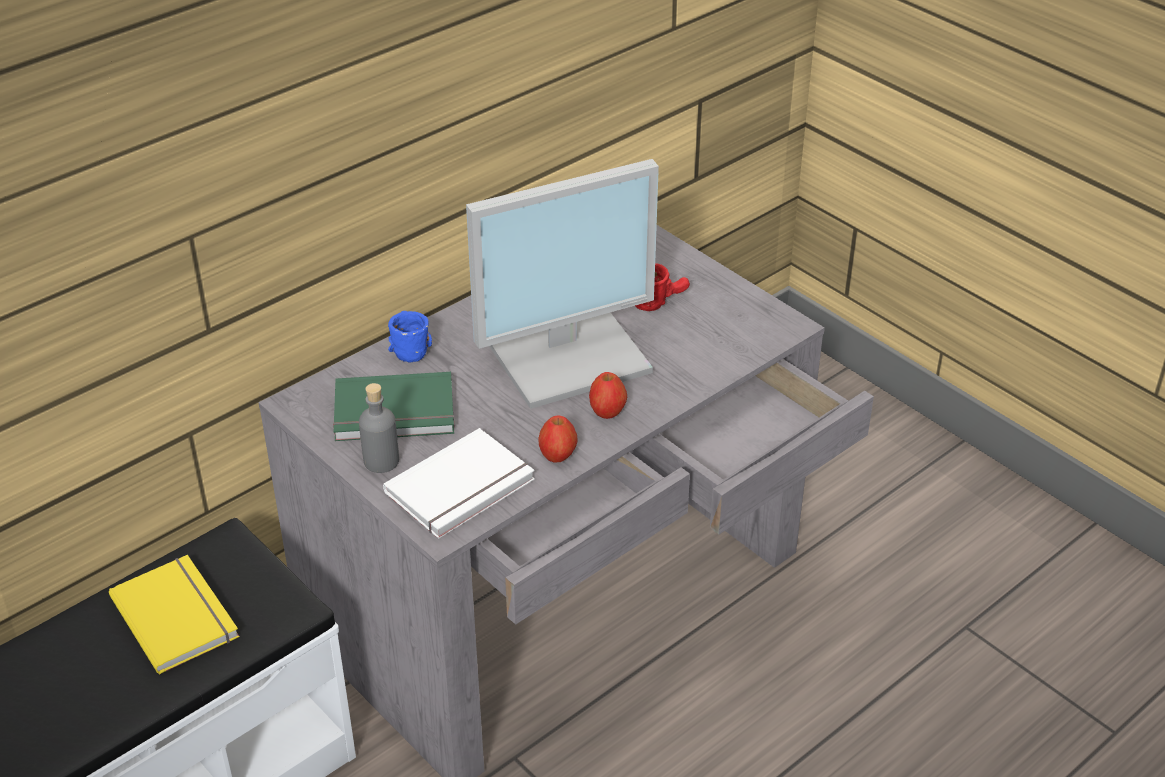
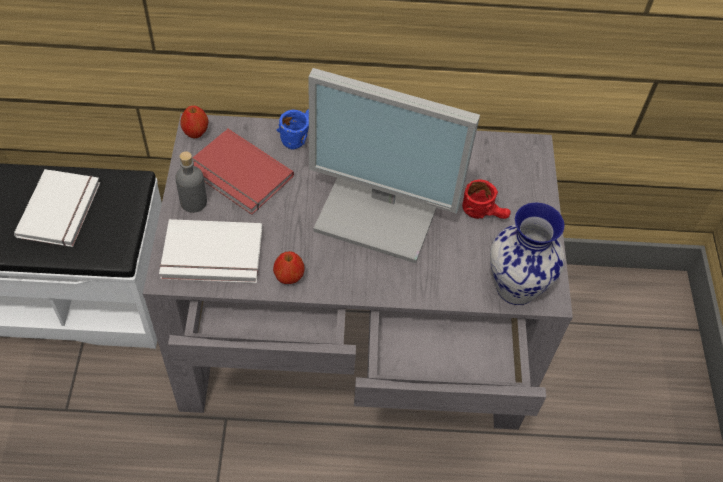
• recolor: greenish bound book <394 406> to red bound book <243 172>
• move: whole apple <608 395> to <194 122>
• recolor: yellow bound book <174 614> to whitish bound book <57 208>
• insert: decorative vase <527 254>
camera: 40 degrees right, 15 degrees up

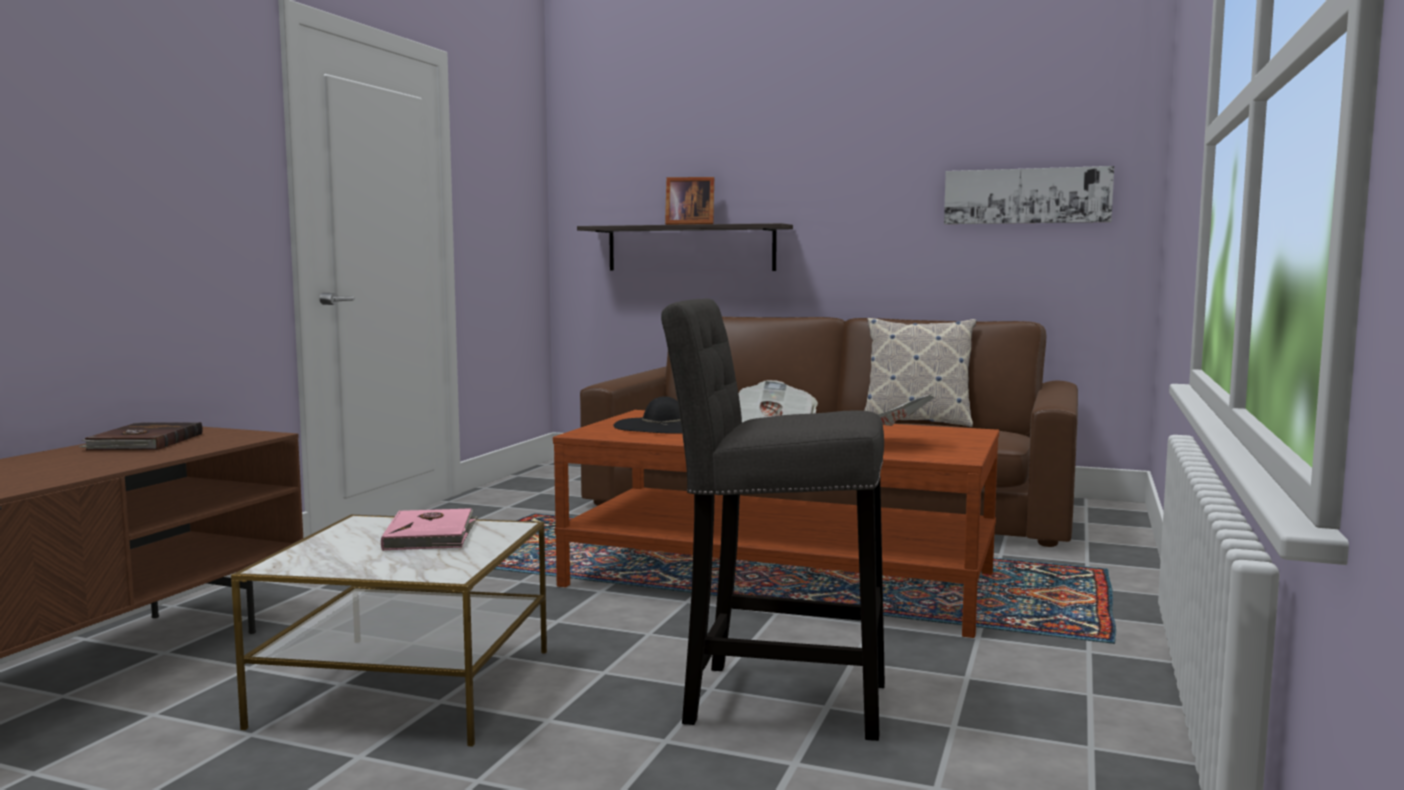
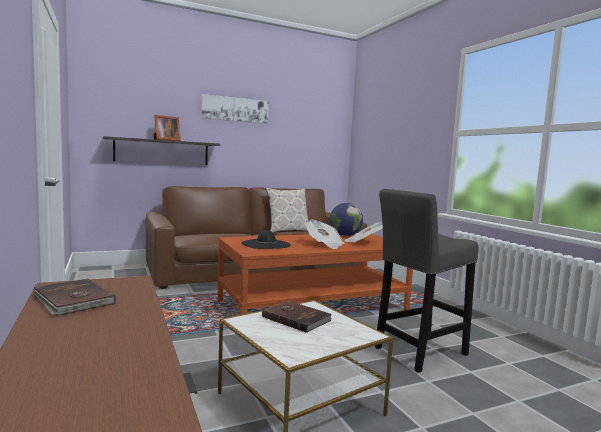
• move: wall art <1029 195> to <235 109>
• recolor: pinkish bound book <429 529> to brown-coloured bound book <296 317>
• insert: world globe <346 219>
camera: 45 degrees left, 0 degrees up

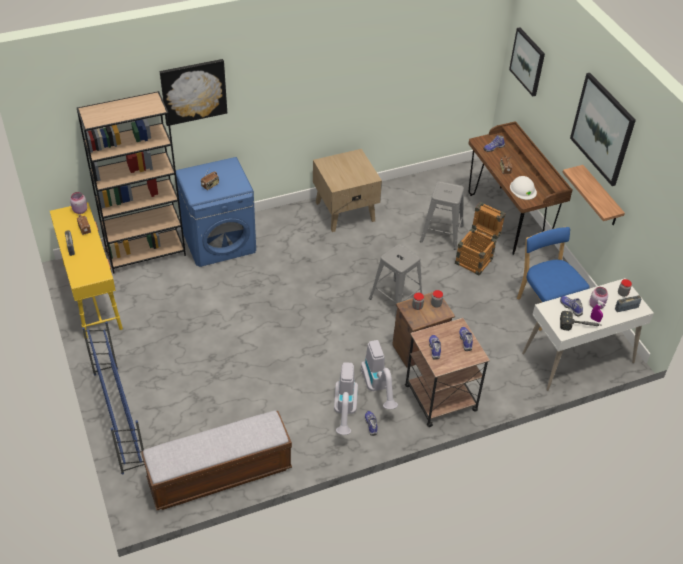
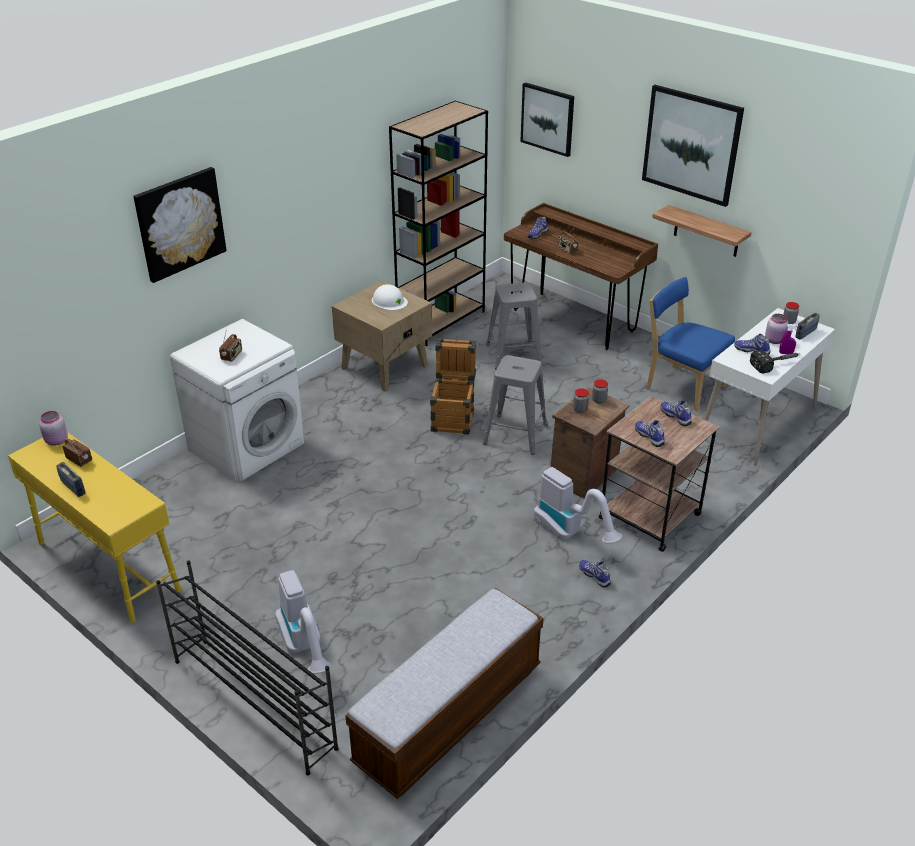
• move: beige-coloured bookcase <131 182> to <438 224>
• recolor: blue-coloured washing machine <216 212> to whitish washing machine <237 400>
• move: whitish safety helmet <523 188> to <390 297>
• move: crate <480 239> to <453 386>
• recolor: blue-coloured shoe shelf <113 398> to black shoe shelf <247 667>
• move: hoover <346 398> to <303 622>
camera: 25 degrees left, 10 degrees down

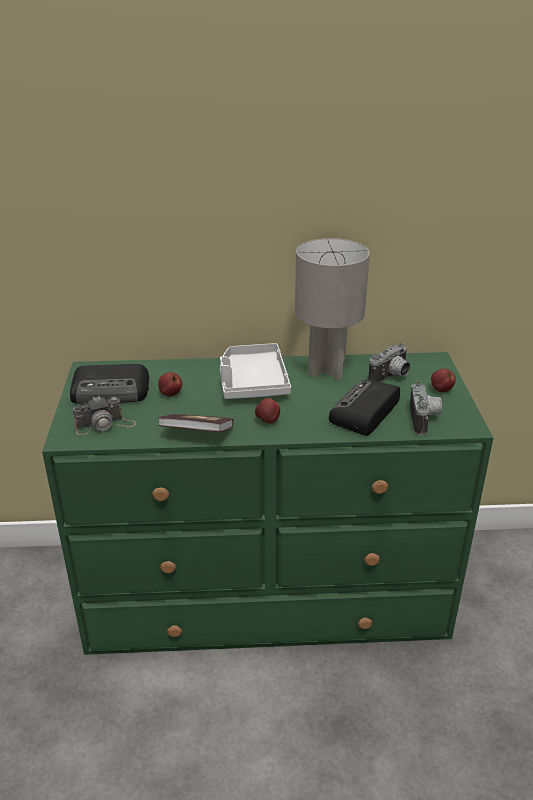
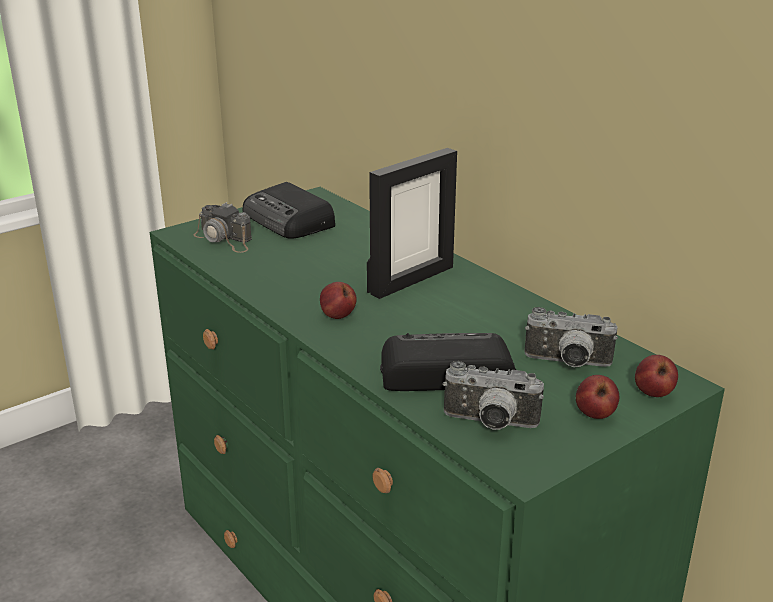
• delete: grey tabletop lamp <332 309>
• replace: grey carrying tray <255 371> to standing frame <412 223>
• move: whole apple <170 384> to <656 376>
• rotate: still camera <426 408> = <493 395> 45 degrees clockwise
• delete: bound book <196 423>
camera: 55 degrees right, 5 degrees down

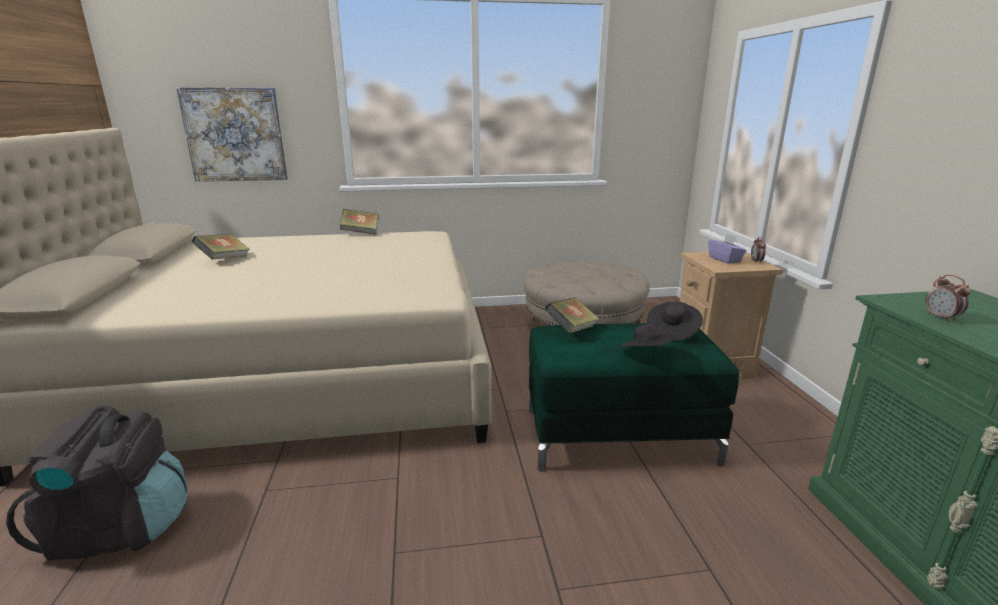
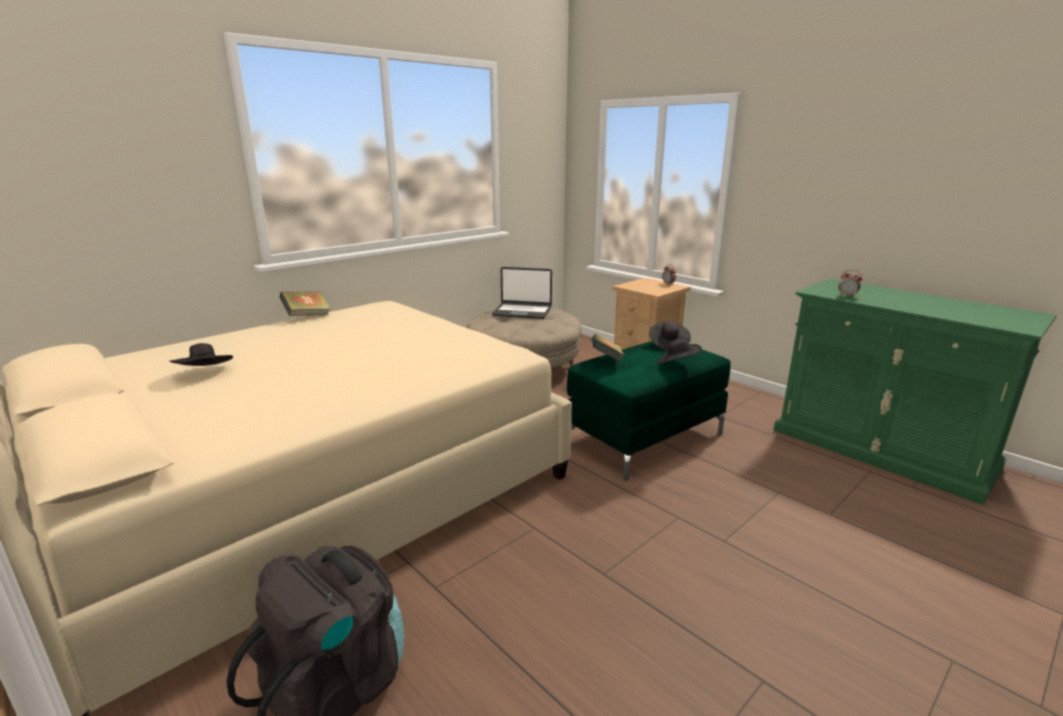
• delete: wall art <232 134>
• replace: bound book <221 246> to black clothing hat <201 354>
• delete: purplish tissue box <727 249>
• insert: portable computer <522 293>
camera: 35 degrees left, 0 degrees up

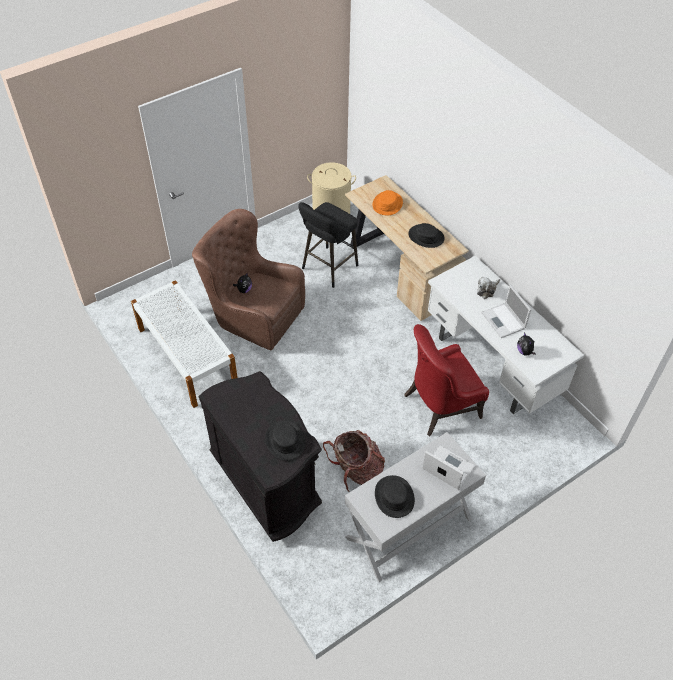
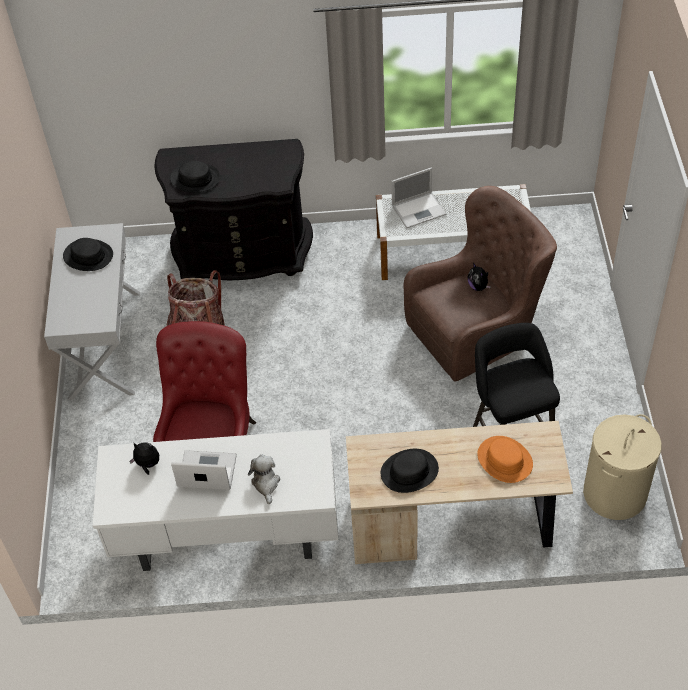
• move: portable computer <448 467> to <418 198>
camera: 125 degrees right, 0 degrees up

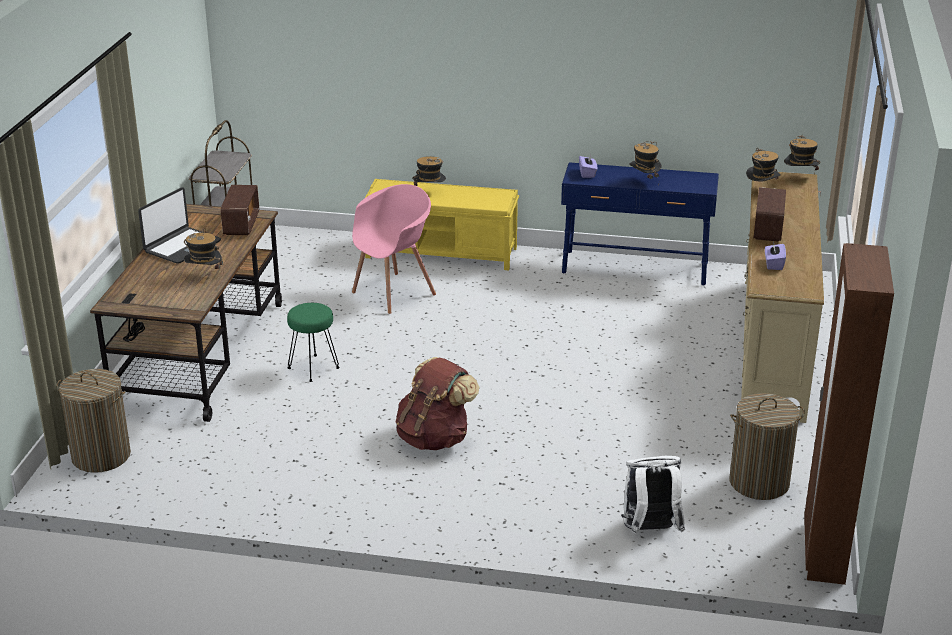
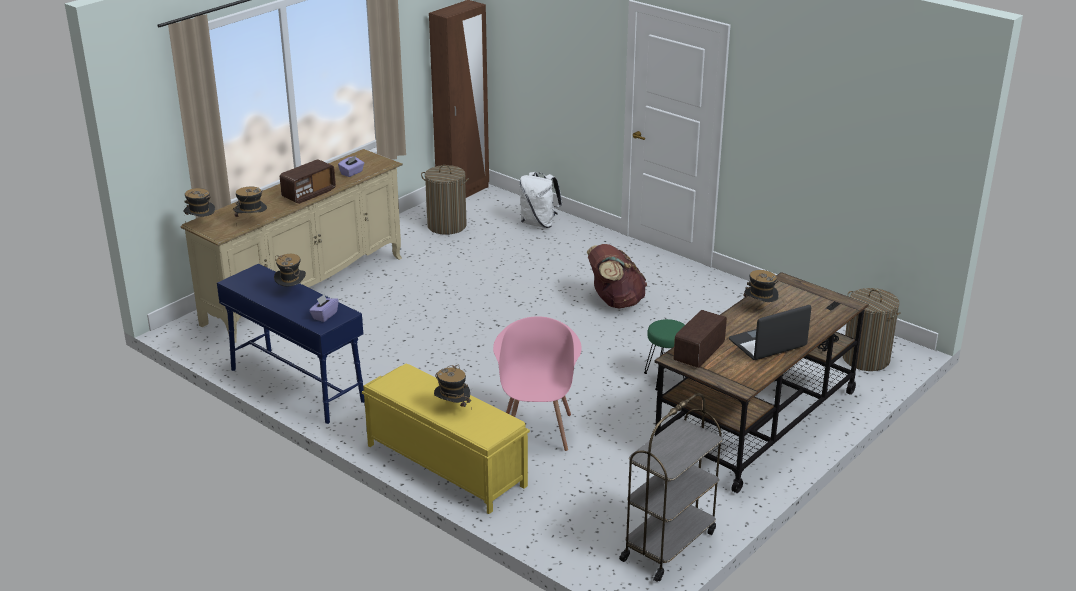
• rotate: pinkish chair <394 249> = <537 384> 105 degrees clockwise
camera: 150 degrees left, 0 degrees up

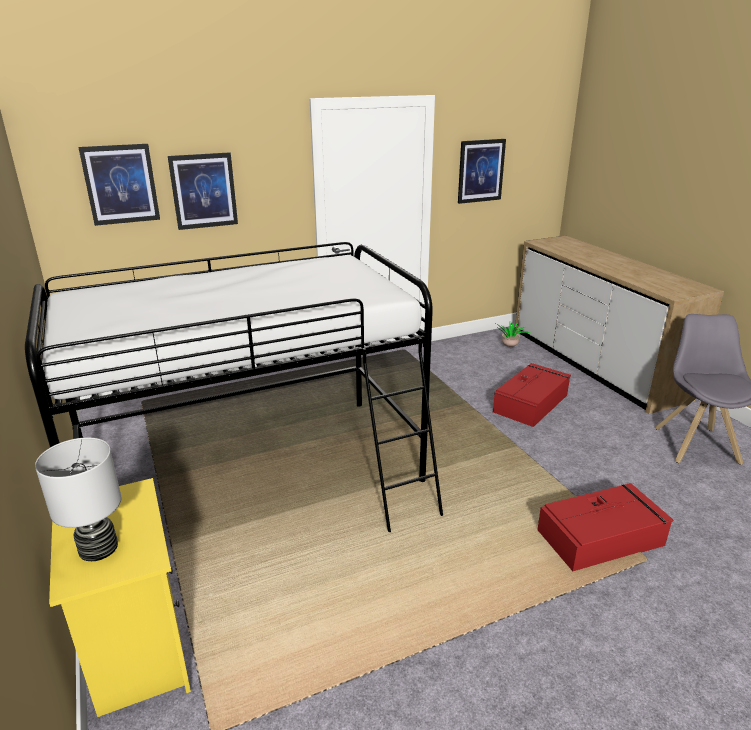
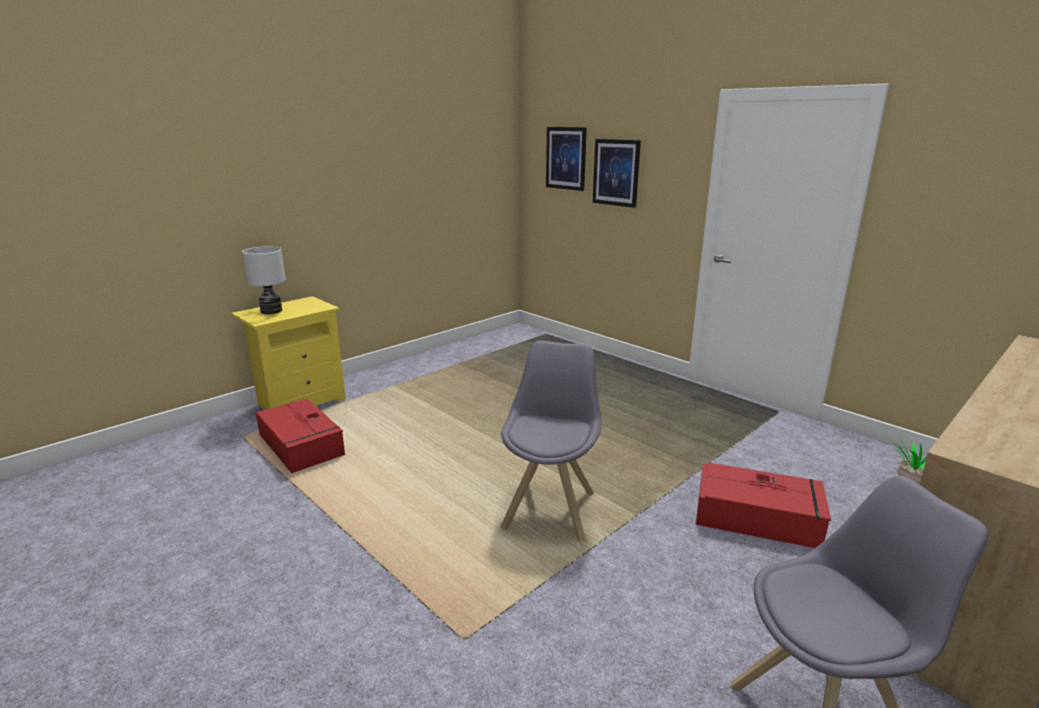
• delete: wall art <482 171>
• delete: black bed <234 387>
• move: red storage box <605 527> to <300 435>
• insert: grey chair <550 441>
camera: 70 degrees right, 5 degrees down

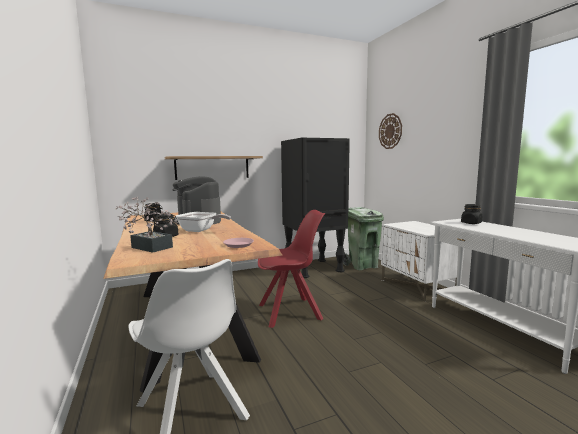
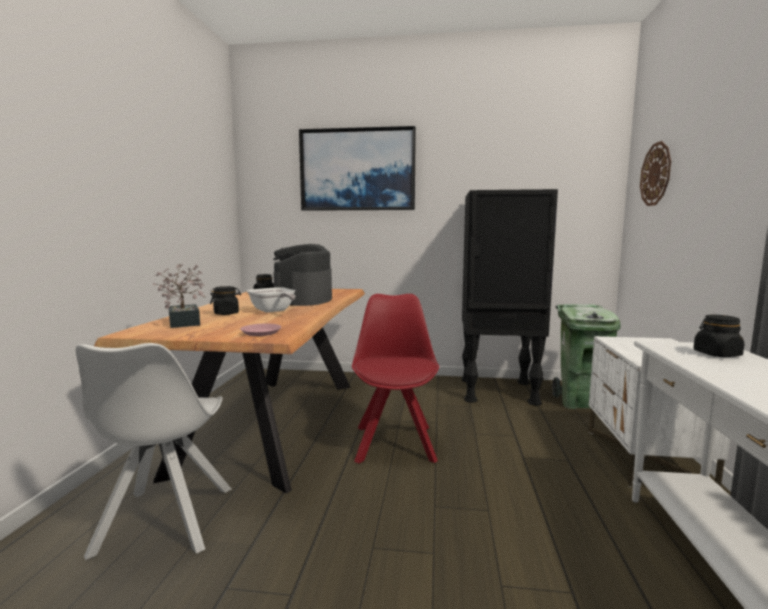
• delete: bracket shelf <214 168>
• rotate: red chair <291 269> = <395 379> 105 degrees counterclockwise
• insert: wall art <357 168>
camera: 30 degrees right, 0 degrees up

